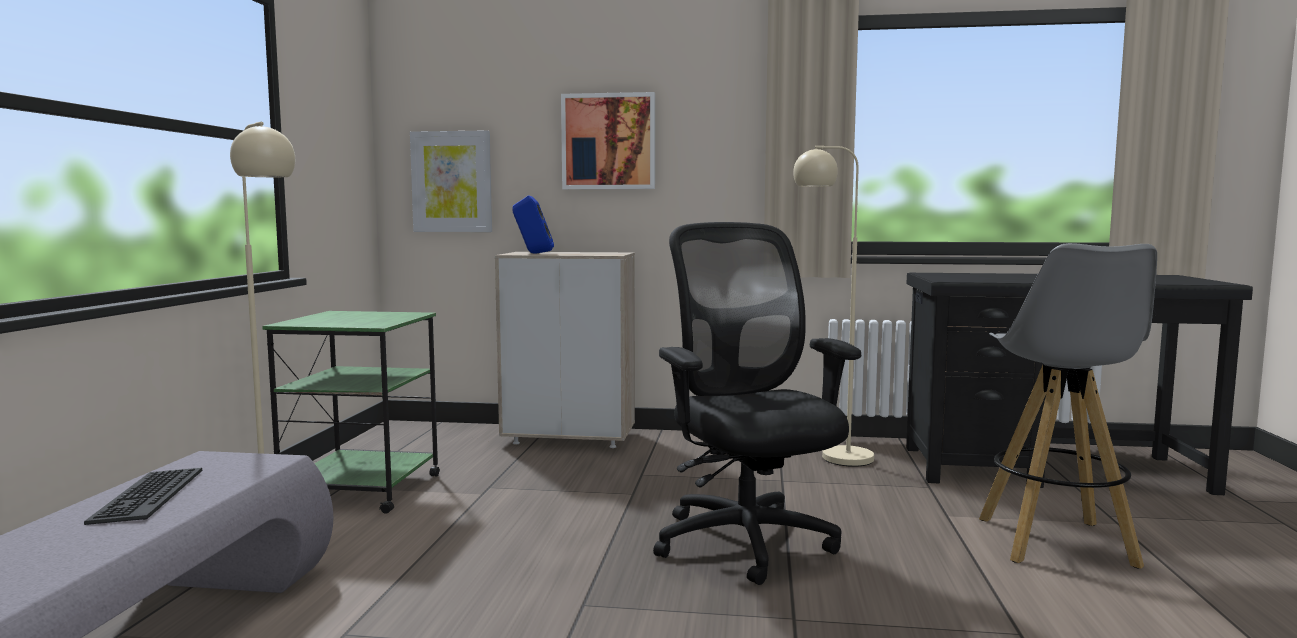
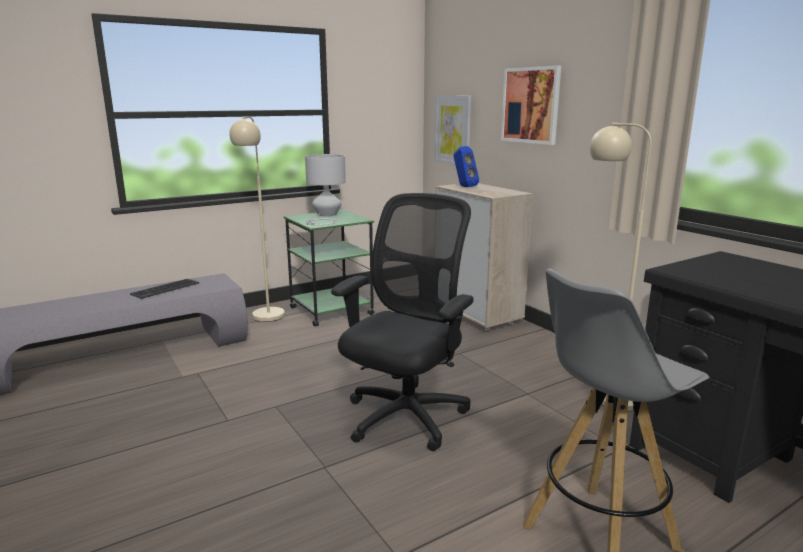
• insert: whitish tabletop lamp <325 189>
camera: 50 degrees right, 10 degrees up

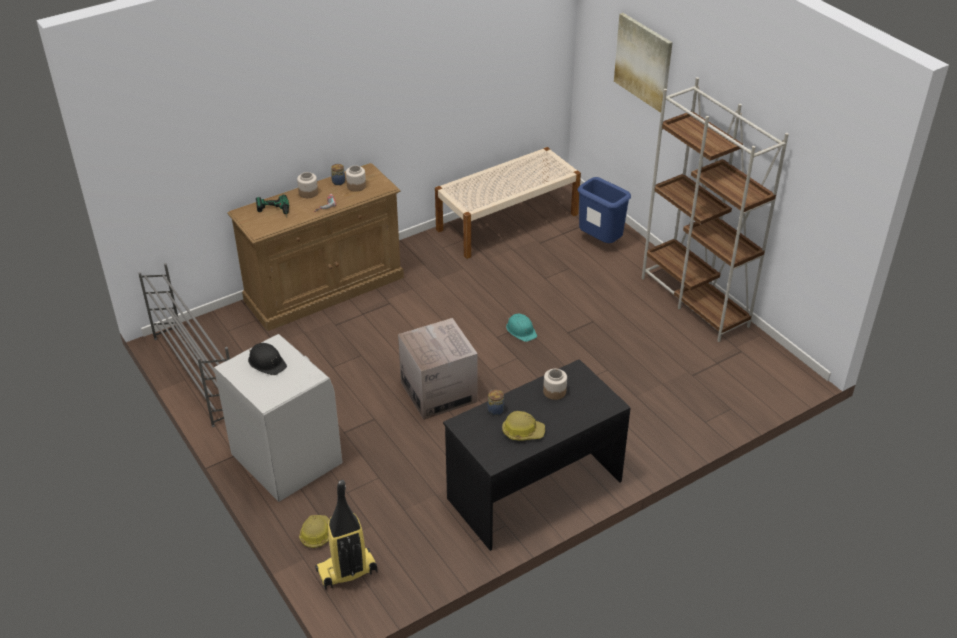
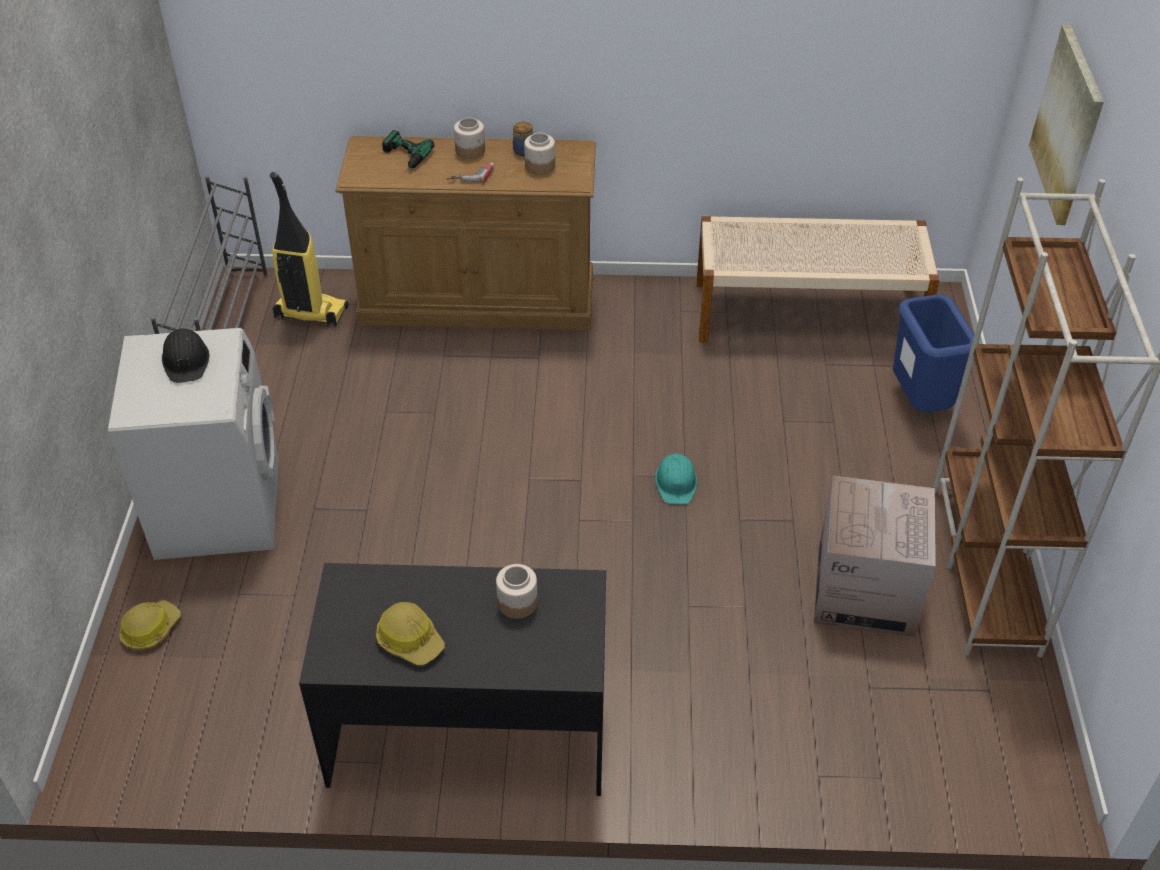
• move: cardboard box <438 369> to <875 556>
• delete: preserve jar <496 402>
• move: hoover <346 535> to <309 249>
camera: 35 degrees right, 5 degrees up

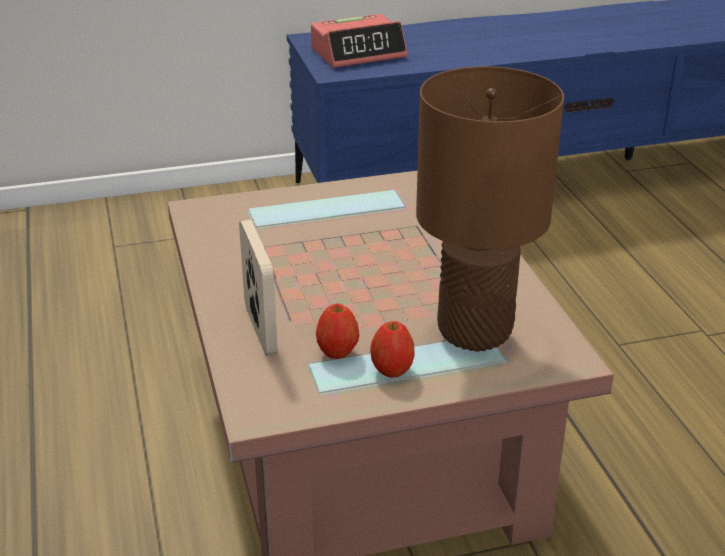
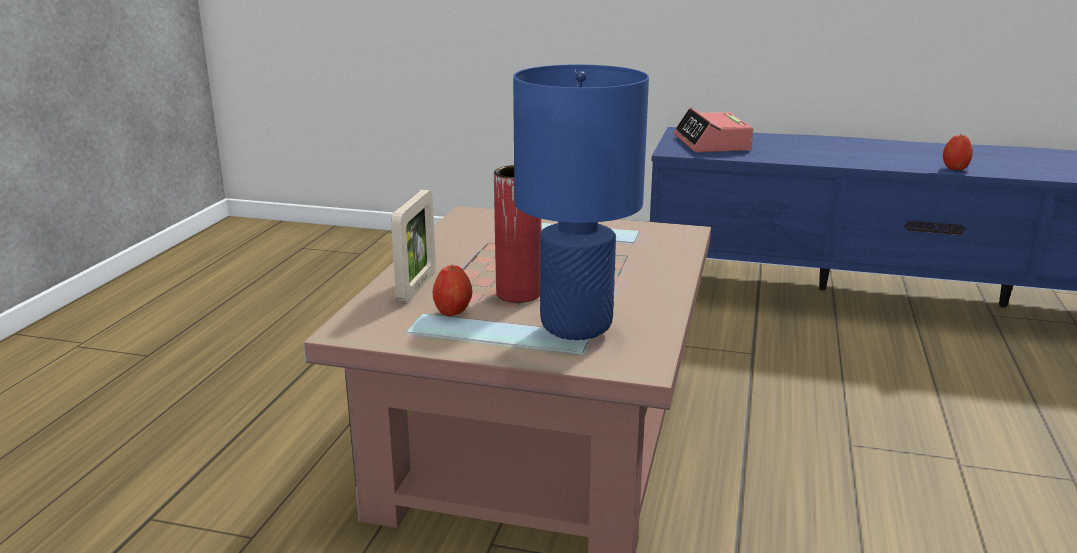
• rotate: table clock <359 41> = <713 130> 75 degrees clockwise
• recolor: brown-coloured tabletop lamp <490 209> to blue-coloured tabletop lamp <581 202>
• move: whole apple <392 349> to <958 152>
• insert: red decorative vase <517 234>
camera: 30 degrees right, 10 degrees down

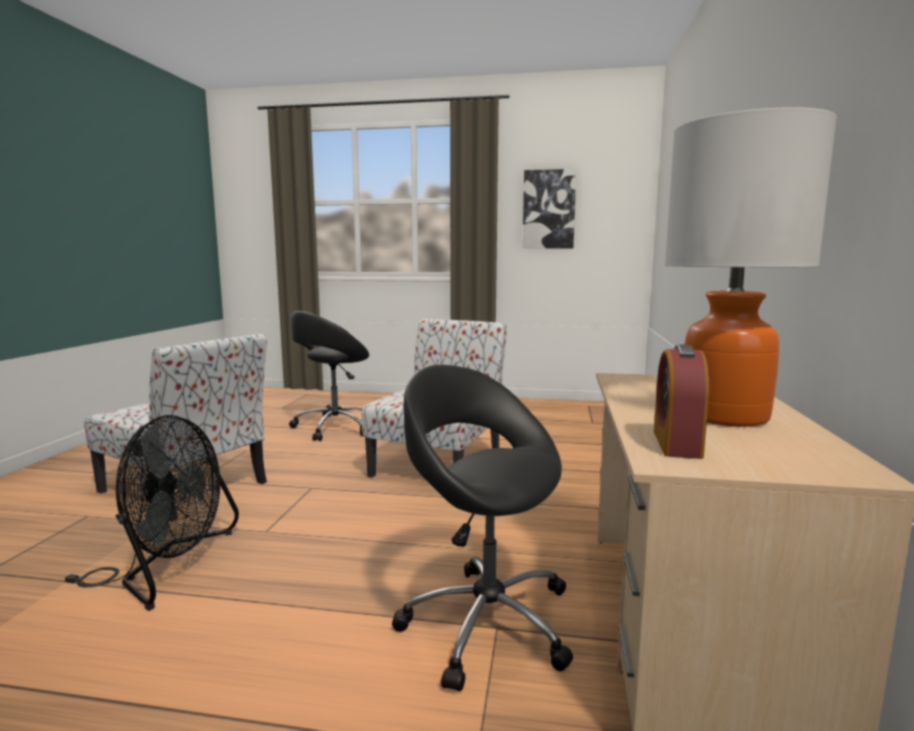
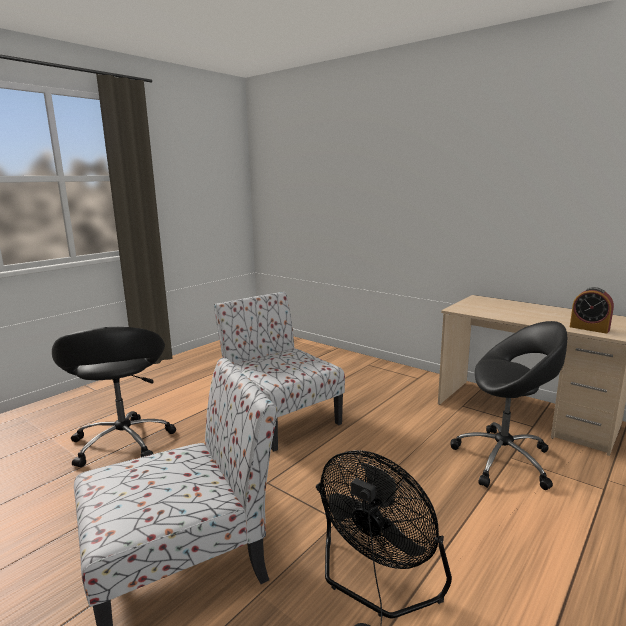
• delete: tabletop lamp <751 267>
• delete: wall art <549 209>
• rotate: black office chair <482 528> = <508 405> 135 degrees counterclockwise
camera: 60 degrees left, 5 degrees up

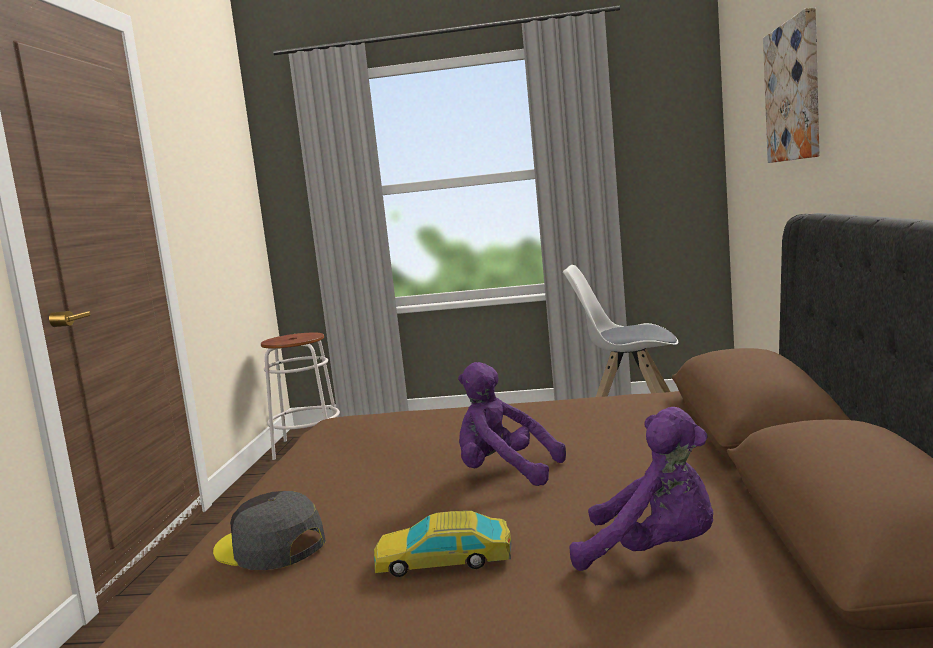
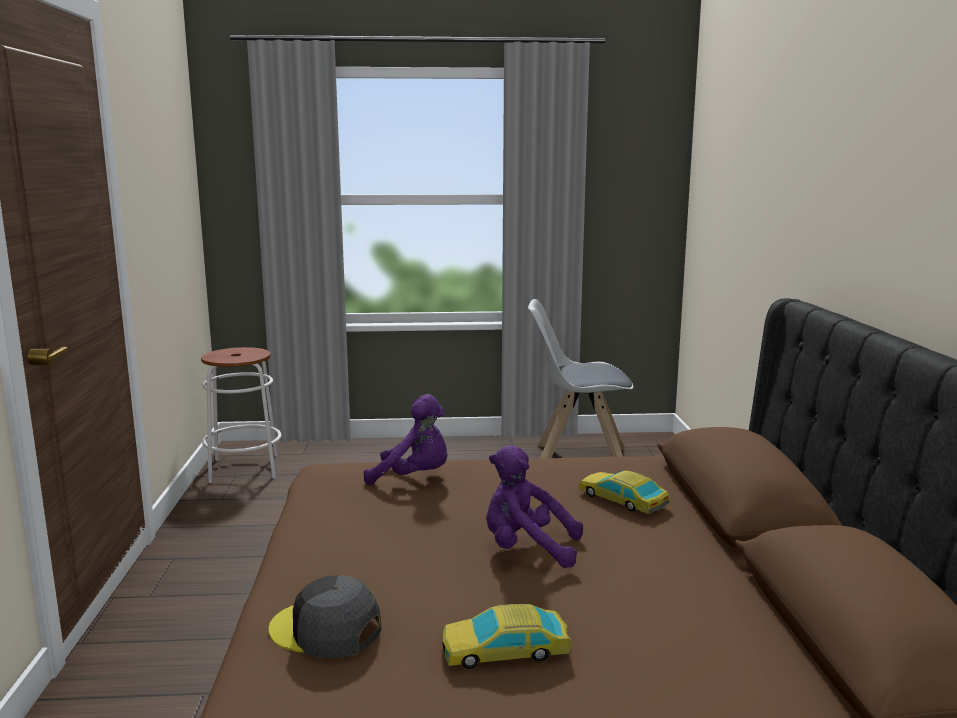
• delete: wall art <791 85>
• move: purplish plush toy <641 489> to <406 439>
• insert: toy car <624 492>
camera: 10 degrees left, 5 degrees up

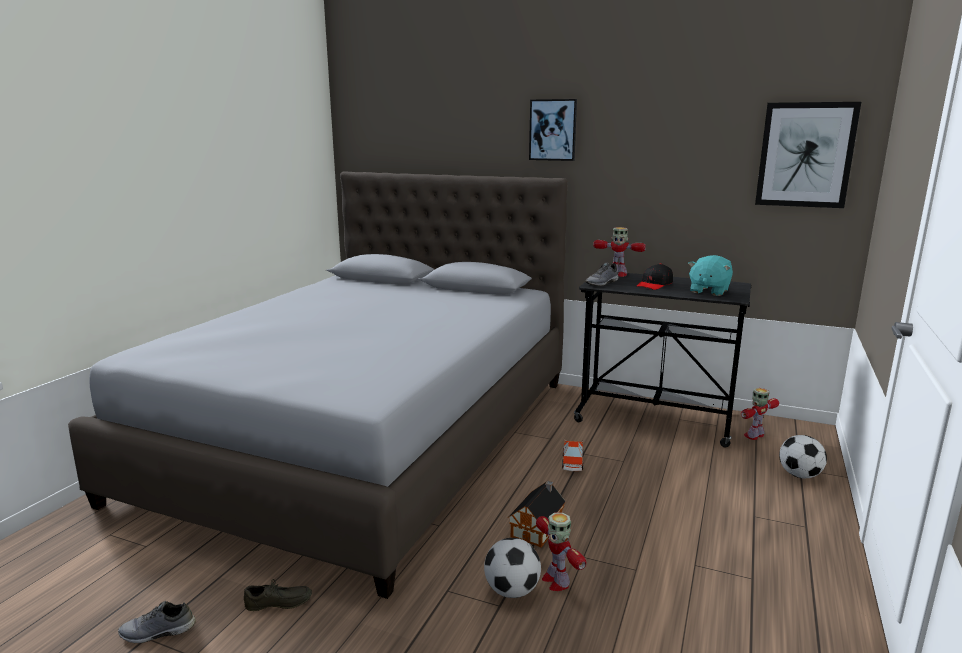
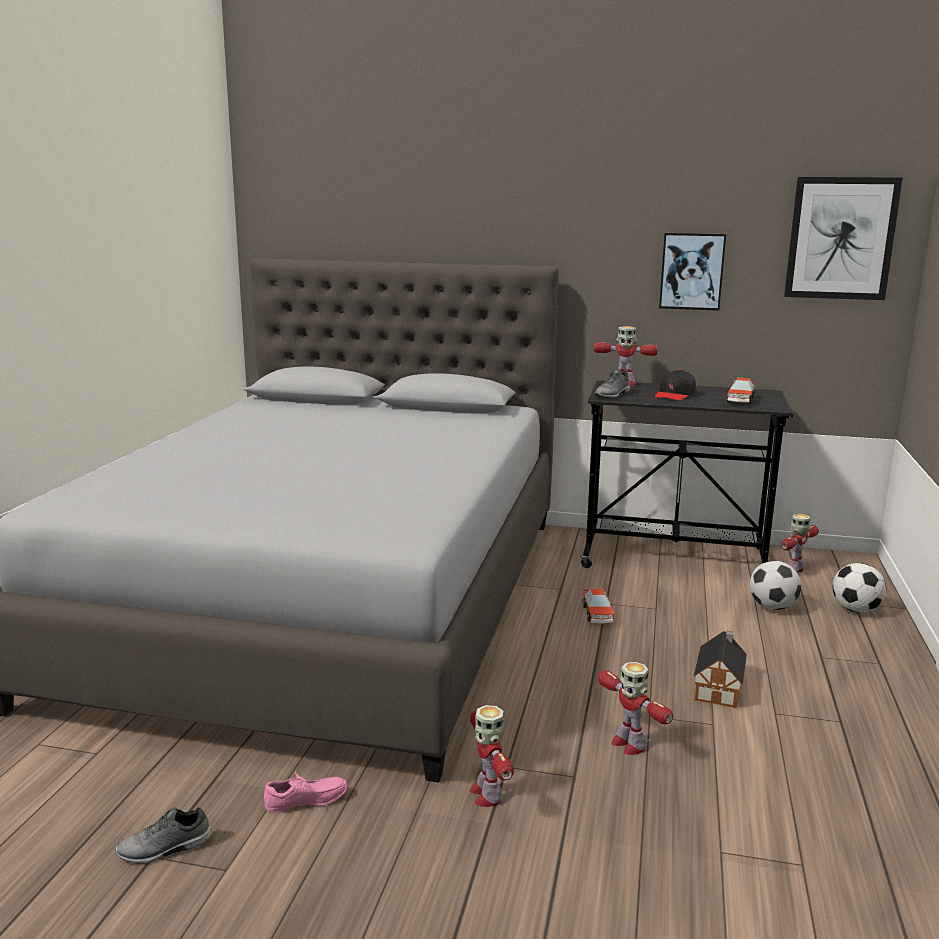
• move: wall art <553 130> to <692 272>
• replace: turquoise plush toy <710 275> to toy car <741 391>
• move: model house <537 514> to <720 669>
• move: ball for football <512 568> to <775 585>
• recolor: grey low shoe <278 595> to pinkish low shoe <305 792>
• insert: toy robot <491 756>
camera: 10 degrees left, 0 degrees up

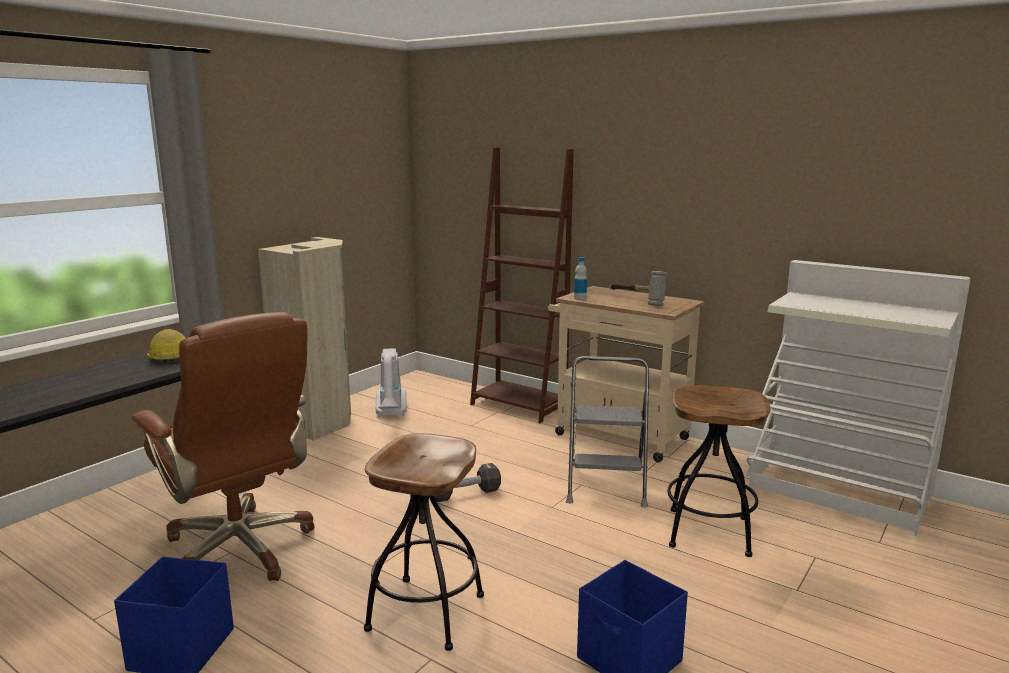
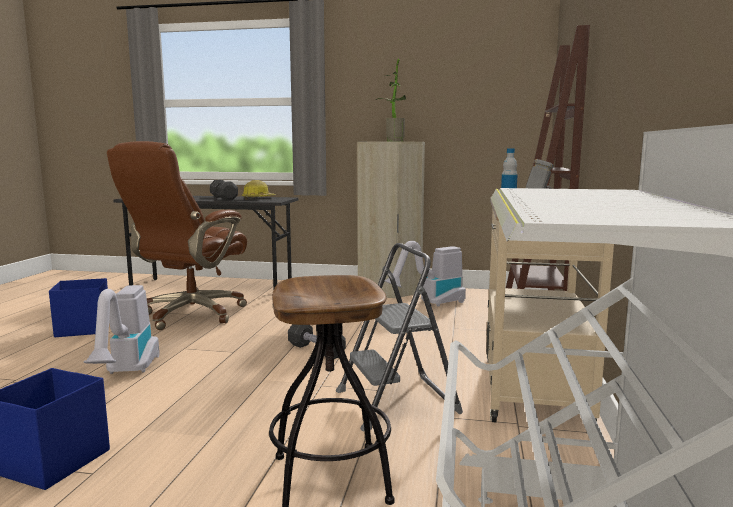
• replace: brown-coloured stool seat <424 542> to hoover <121 329>
• insert: plant in a pot <390 100>
• insert: black dumbbell <224 190>
camera: 65 degrees right, 5 degrees down

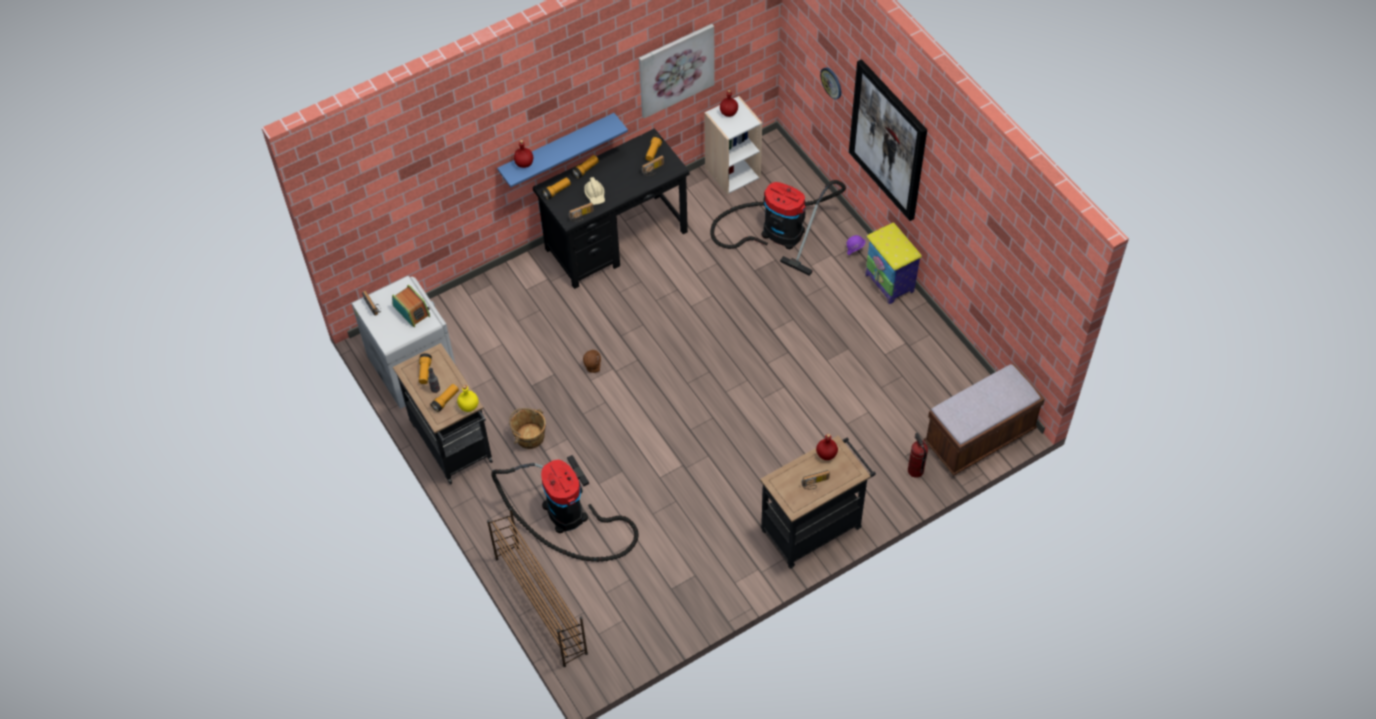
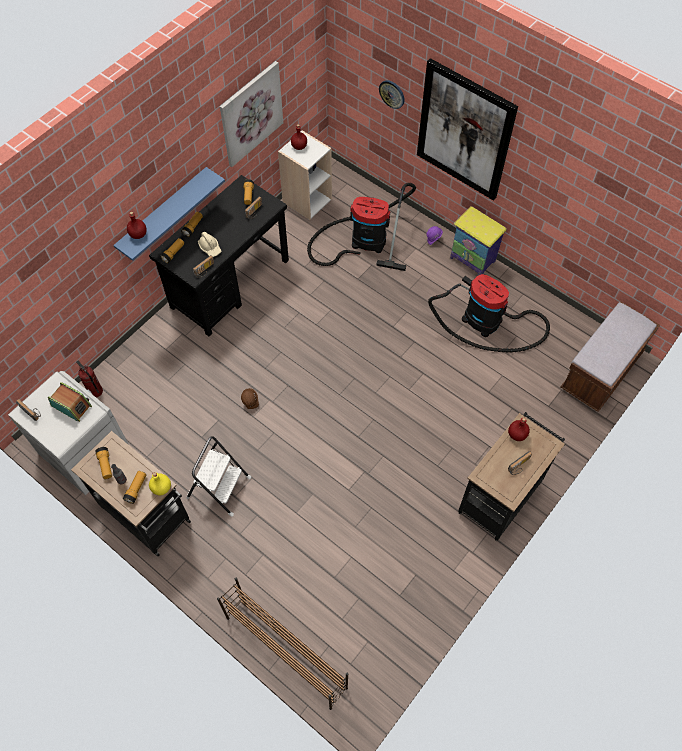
• replace: brown-coloured bucket <527 428> to whitish stepladder <218 476>
• move: fire-fighting cylinder <918 455> to <89 379>
• move: hoover <565 508> to <489 313>
camera: 20 degrees left, 5 degrees up

